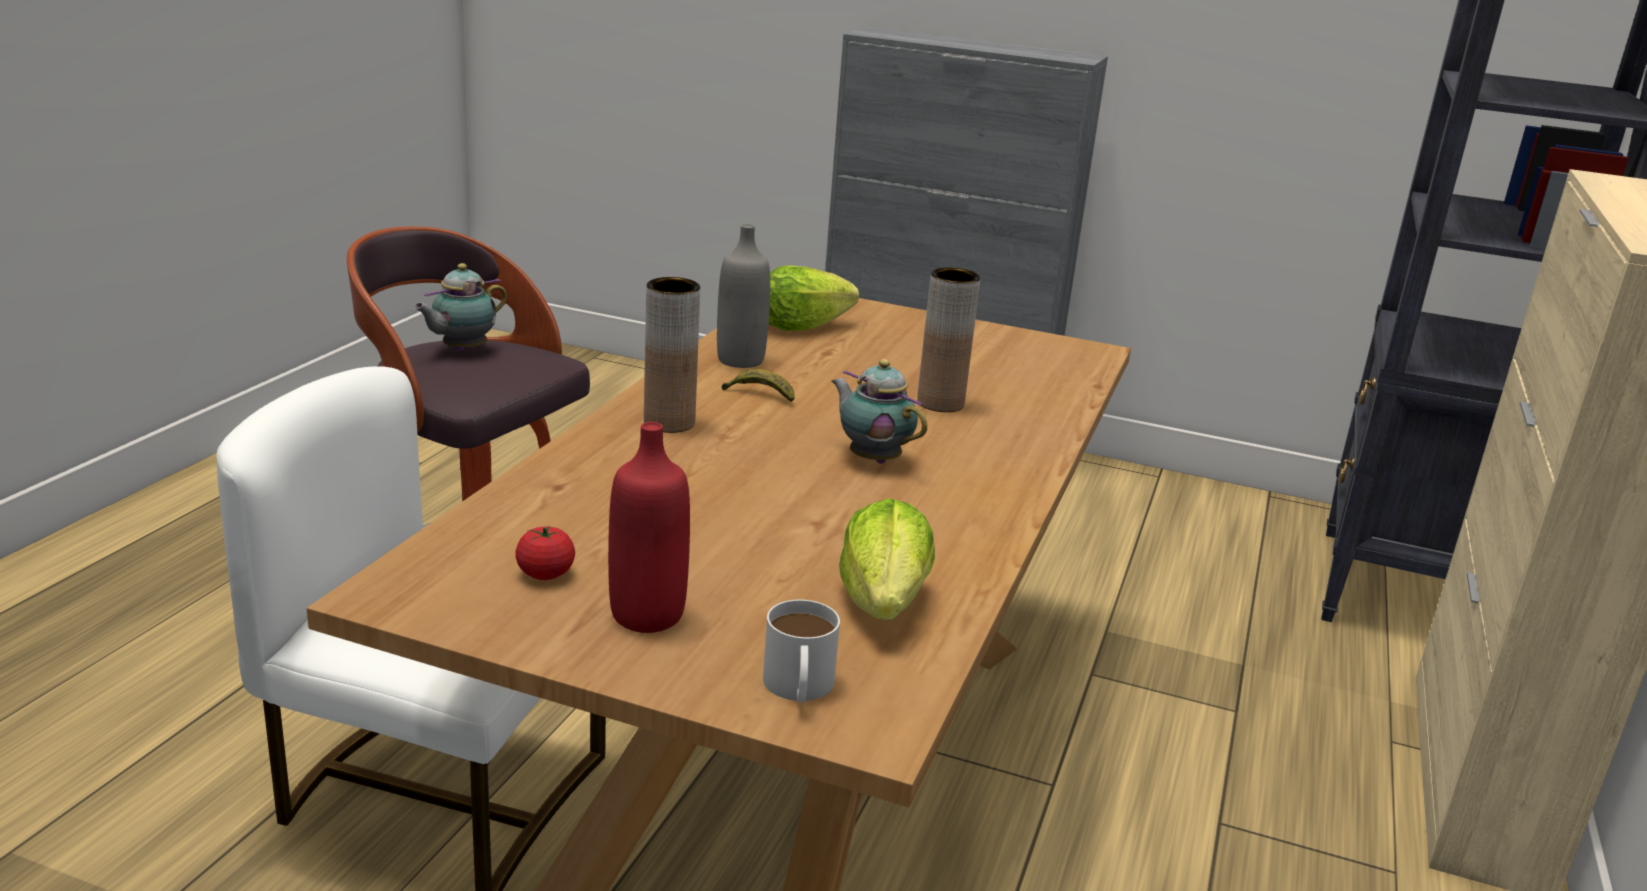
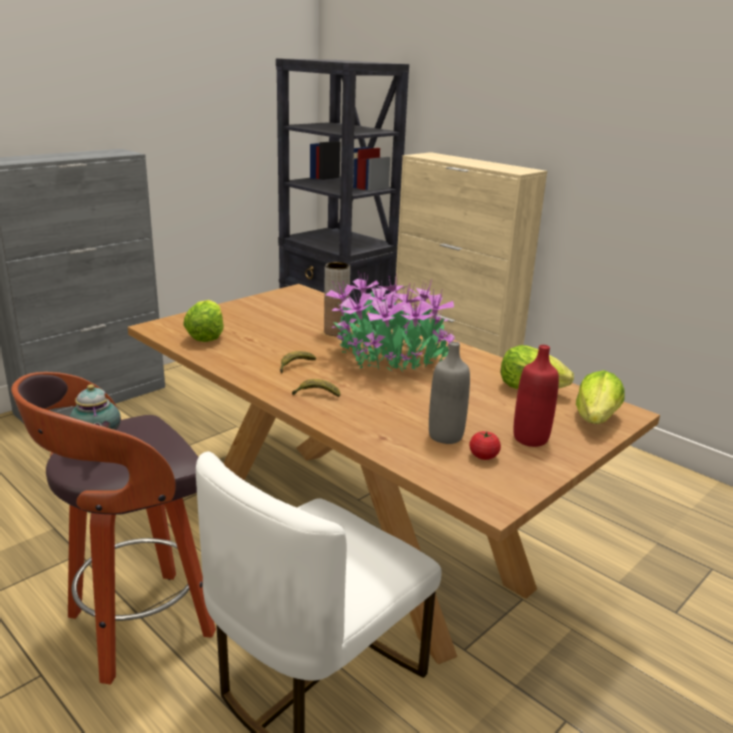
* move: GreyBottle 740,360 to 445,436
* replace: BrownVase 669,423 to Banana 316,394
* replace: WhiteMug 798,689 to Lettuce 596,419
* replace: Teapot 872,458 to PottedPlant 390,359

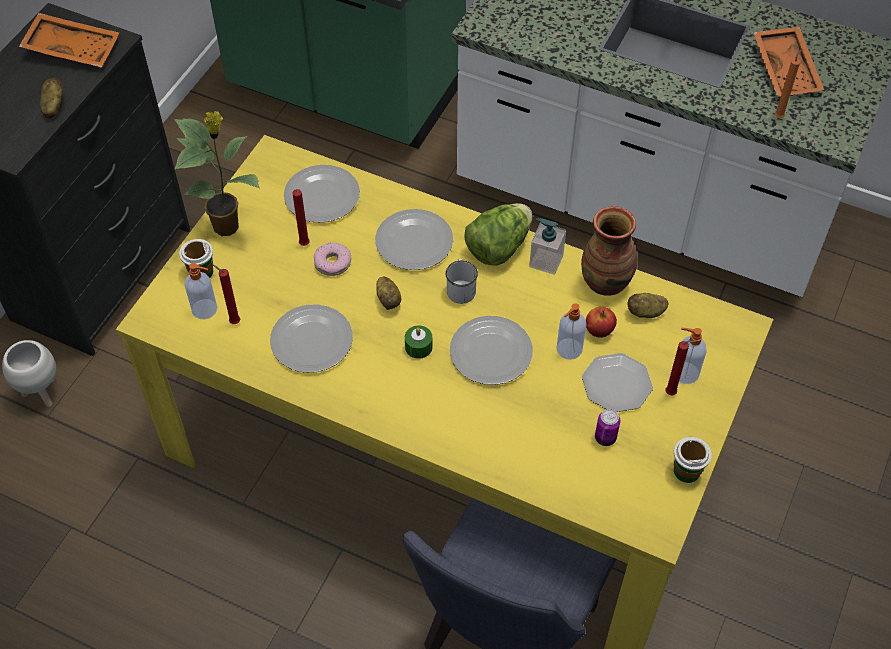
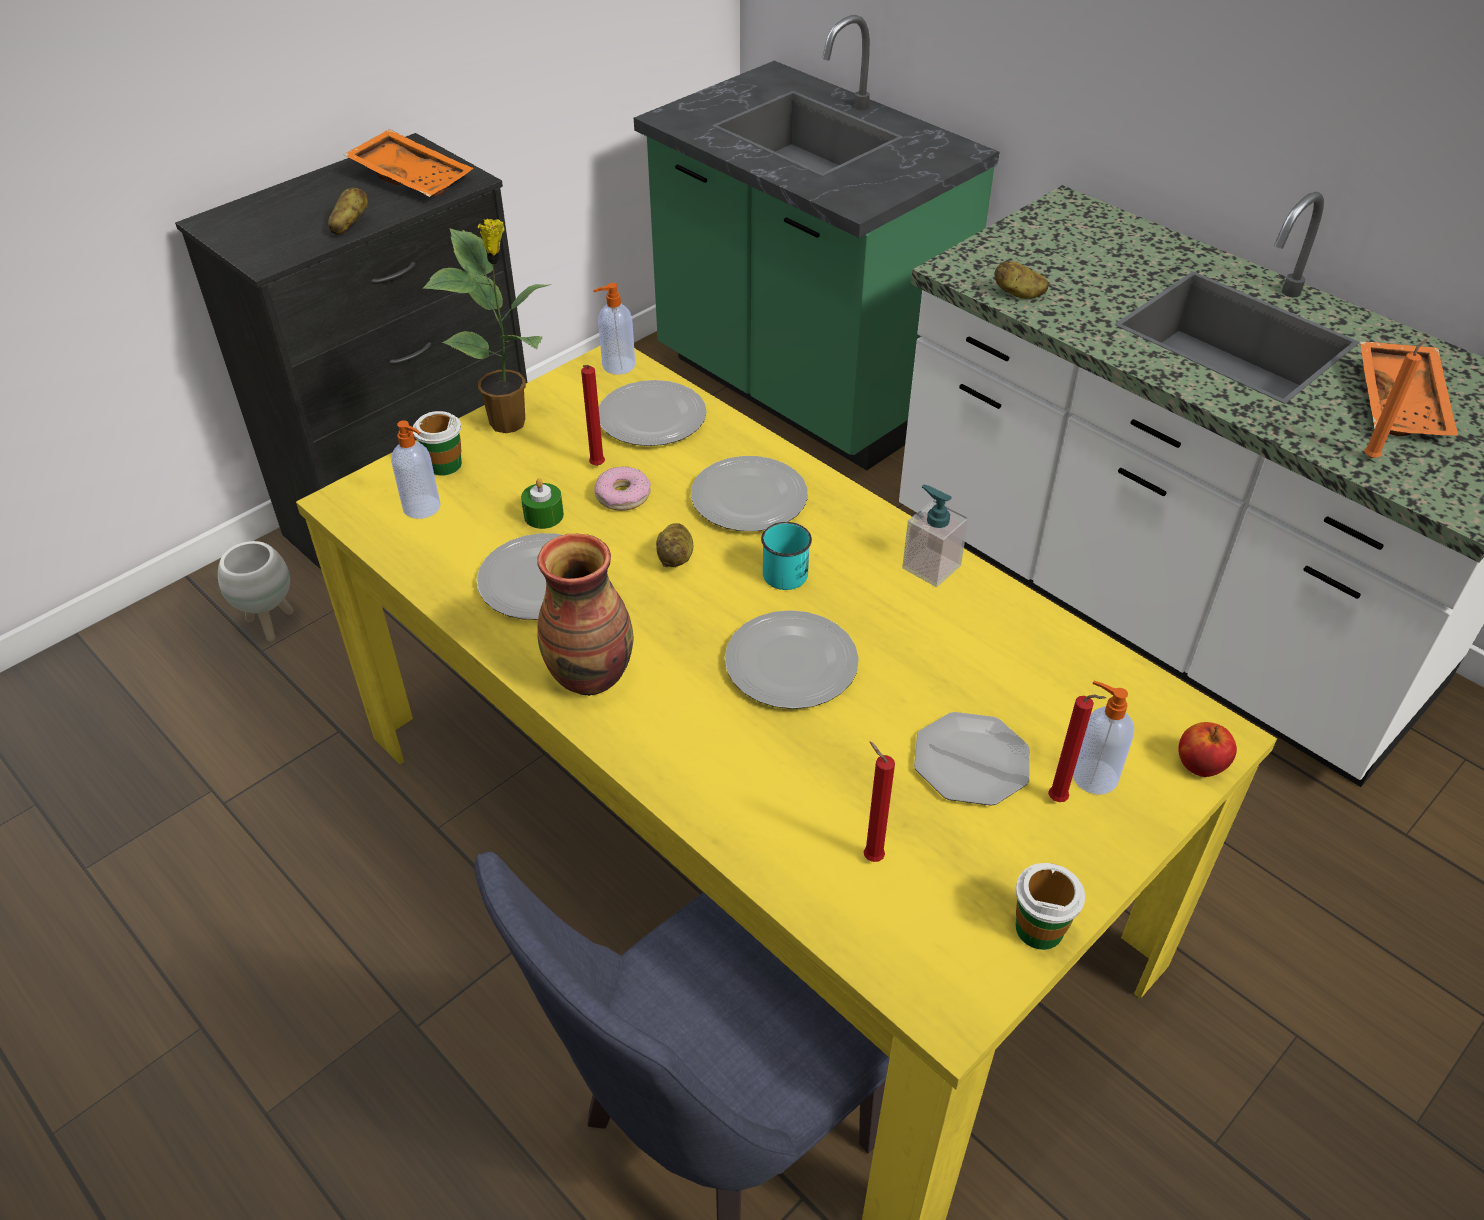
* delete: Lettuce 498,247
* delete: Can 605,438
* move: RedCandle 233,322 to 870,856
* move: GreenCandle 418,347 to 543,515
* move: SoapDispenser 568,349 to 617,366
* move: Vase 606,282 to 592,674
* move: Apple 599,330 to 1200,765
* move: Potato 646,312 to 1018,294
* recolor: WhiteMug 460,288 to TurquoiseMug 787,569

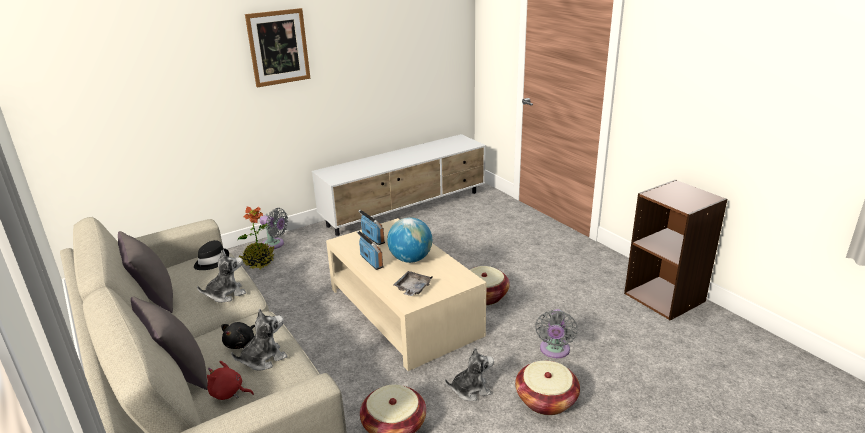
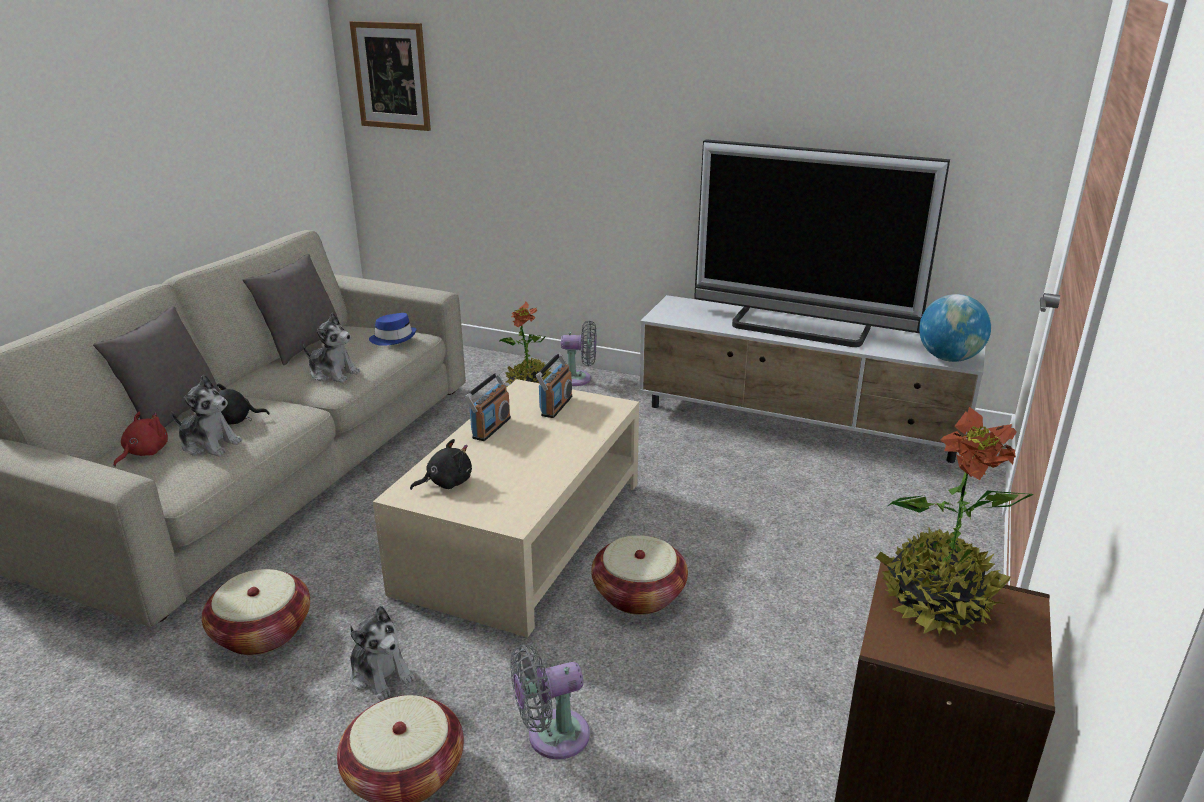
* insert: Television 800,327
* insert: PottedPlant 936,601
* move: Picture 278,47 to 391,76
* move: Globe 410,259 to 948,358
* replace: GreyTray 412,288 to BlackPlushToy 446,483
* recolor: BlackHat 211,261 to BlueHat 393,338
* rotate: RedPlushToy 228,393 = 144,453 45 degrees clockwise
* rotate: GreyFan 275,244 = 578,379 75 degrees counterclockwise

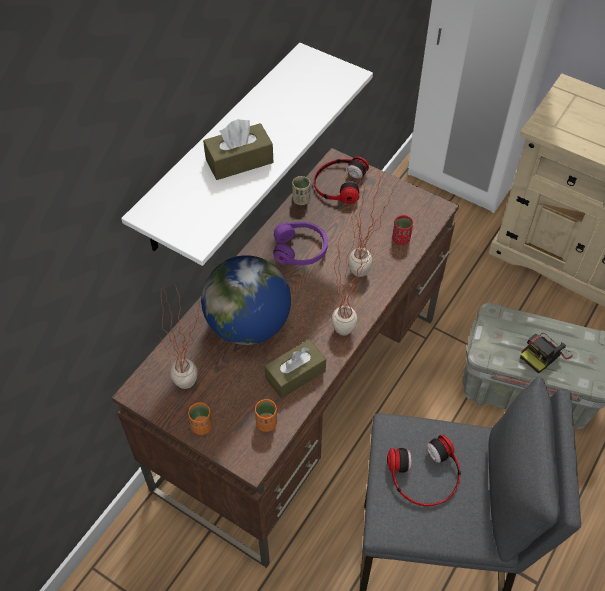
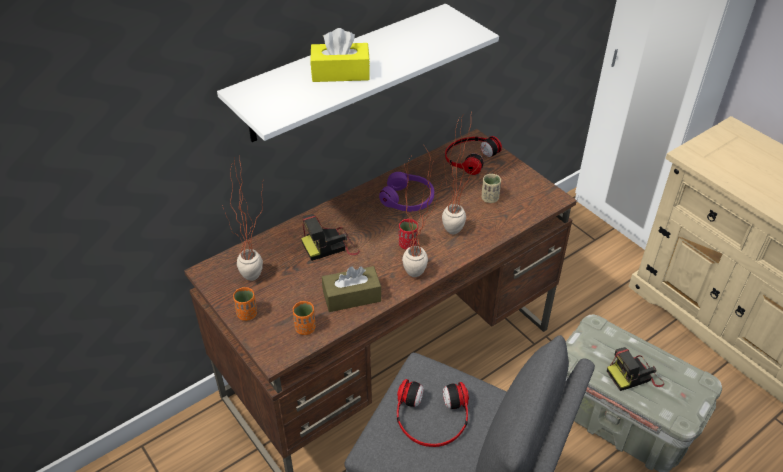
* move: BeigeCup 301,200 to 489,198
* move: RedCup 401,239 to 408,244
* replace: Globe 248,324 to PhotoCamera 330,246
* recolor: BrownTissueBox 239,161 to YellowTissueBox 340,73

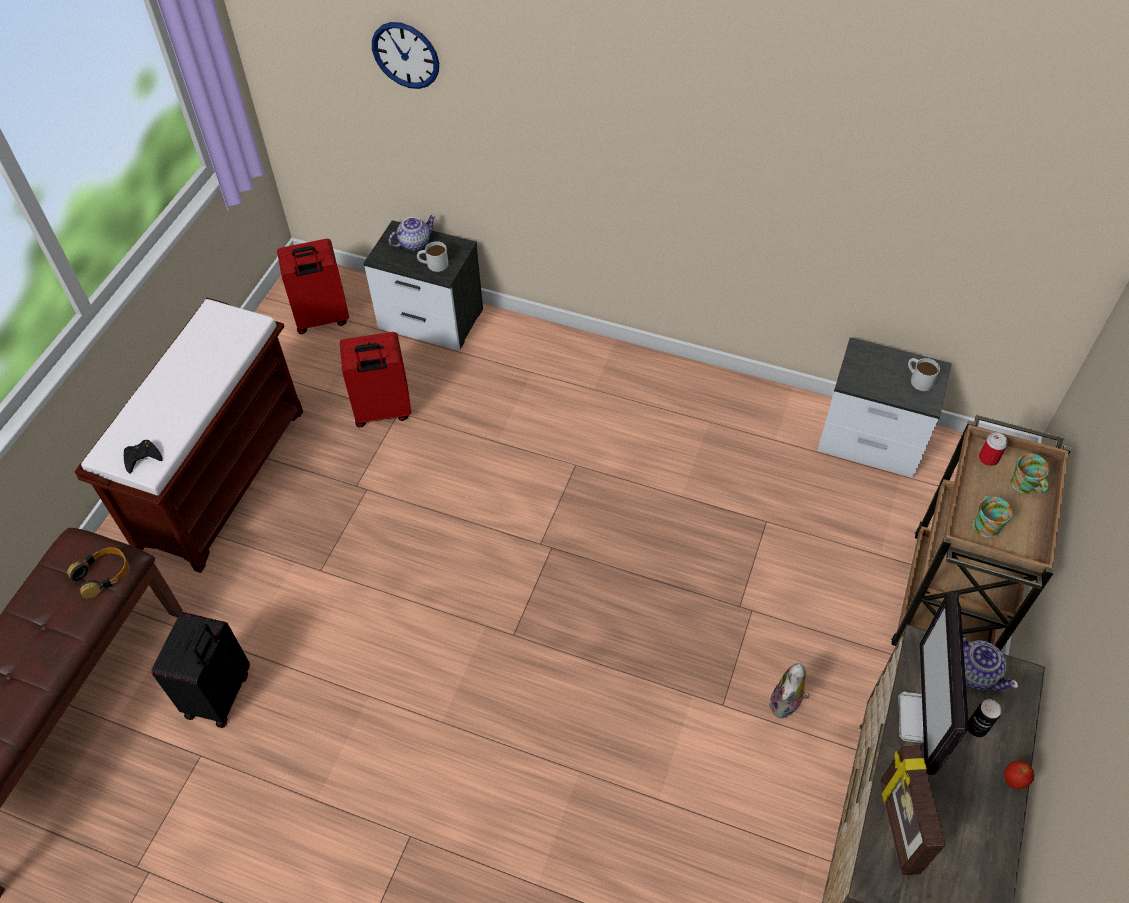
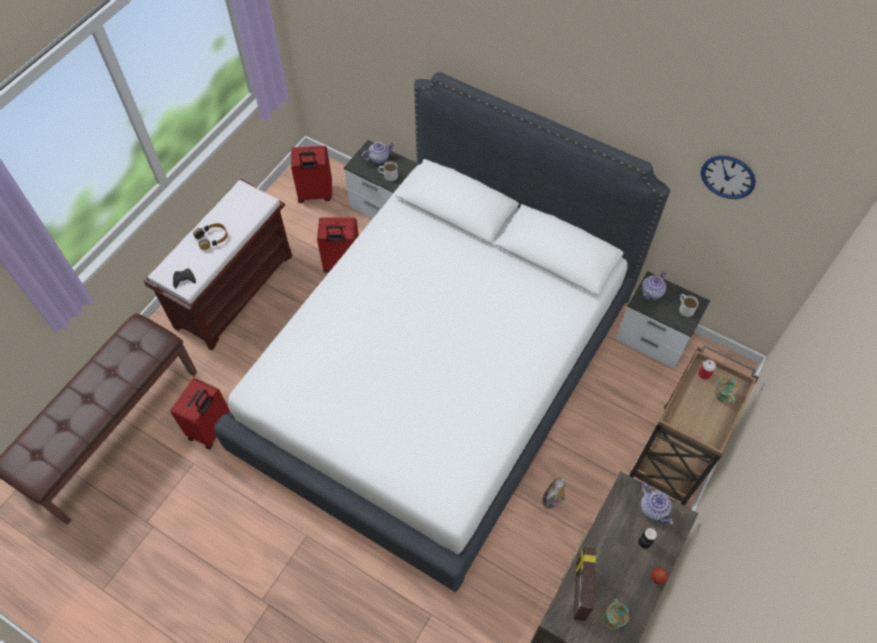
* delete: Monitor 925,721
* insert: WhiteBed 439,377
* insert: Teapot 652,292
* move: Headphones 103,574 to 212,238
* move: WallClock 406,55 to 728,177
* move: Mug 985,523 to 613,616
* recolor: BlackSuitcase 220,695 to RedSuitcase 211,429

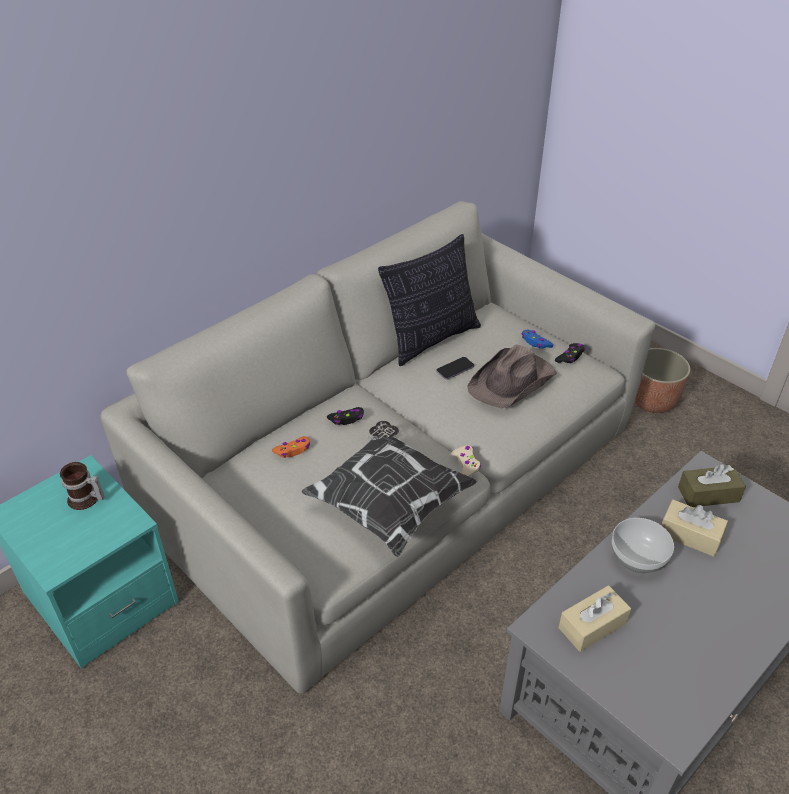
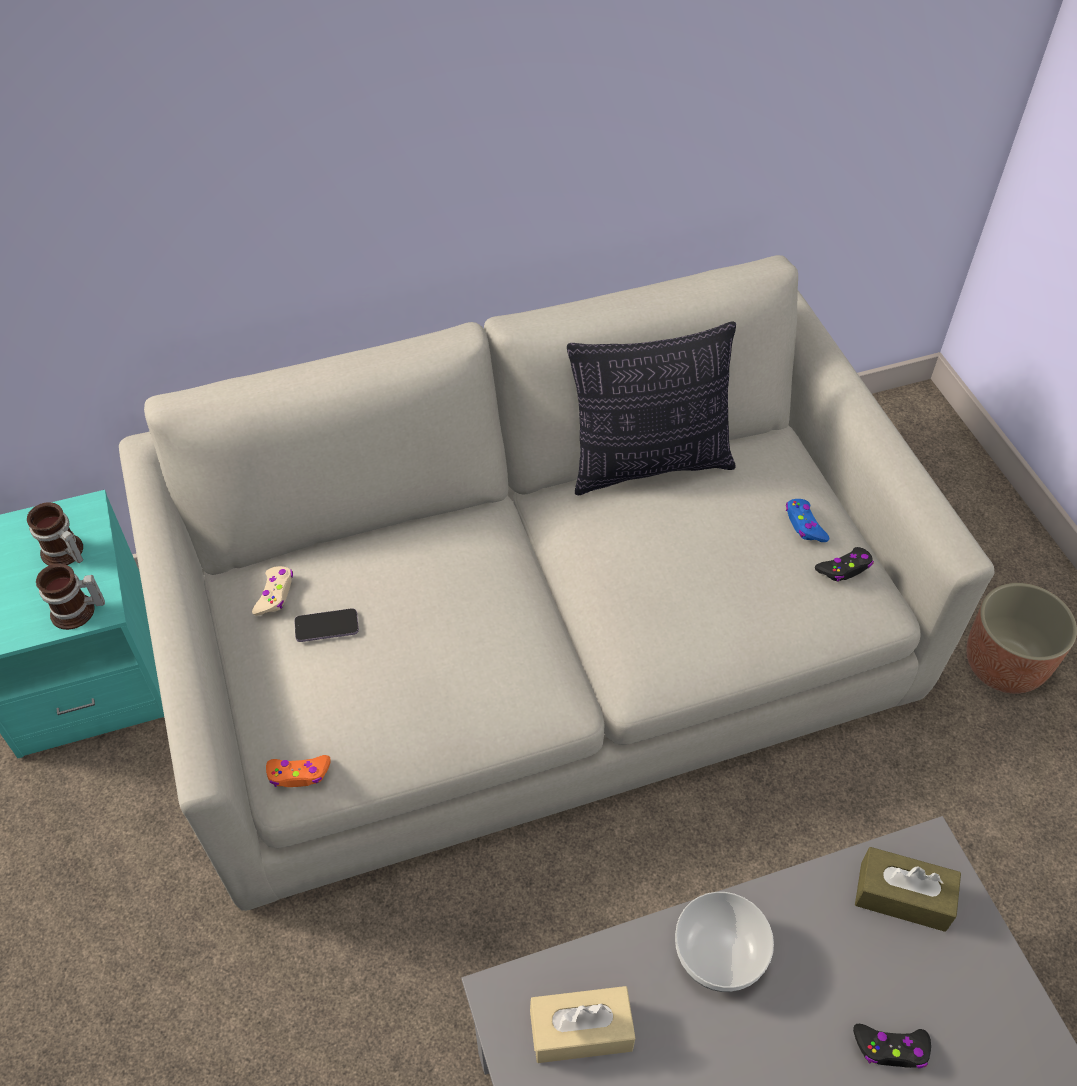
* delete: Pillow 389,503
* delete: BrownHat 513,382
* delete: BeigeTissueBox 690,535
* insert: Mug 77,613
* move: OrangeGameController 293,450 to 299,774
* move: BlackGameController 347,419 to 891,1049
* move: Phone 455,369 to 327,627
* move: BeigeGameController 466,464 to 275,594

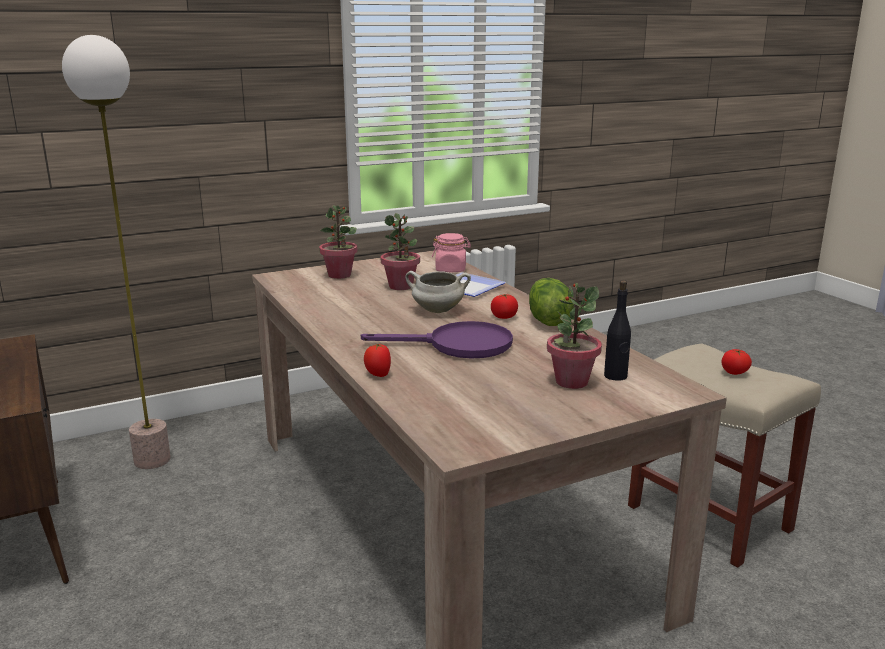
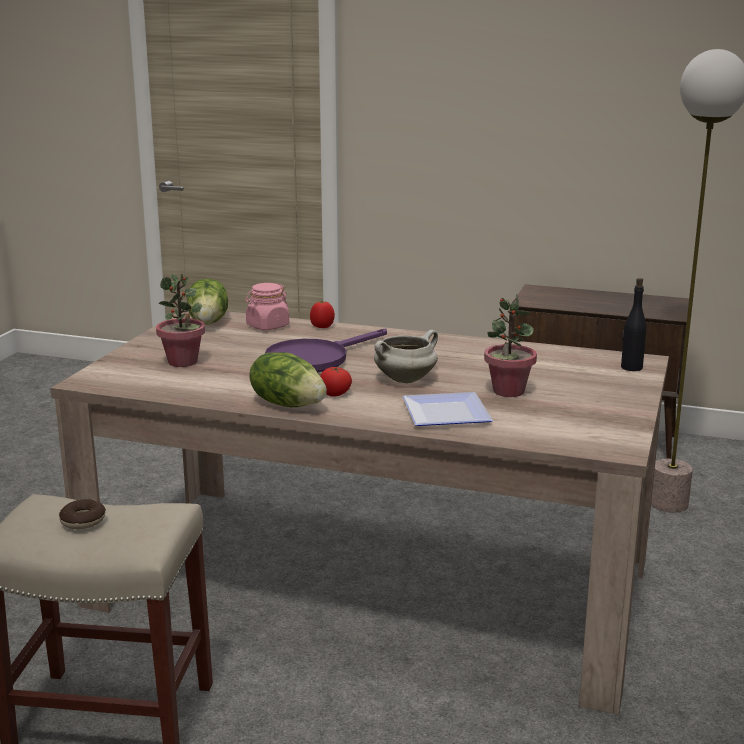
* delete: PottedPlant 340,275
* insert: Lettuce 209,322
* move: PinkJar 451,269 to 267,326
* move: BlackBottle 615,376 to 631,367
* replace: Tomato 734,372 to Donut 83,521

